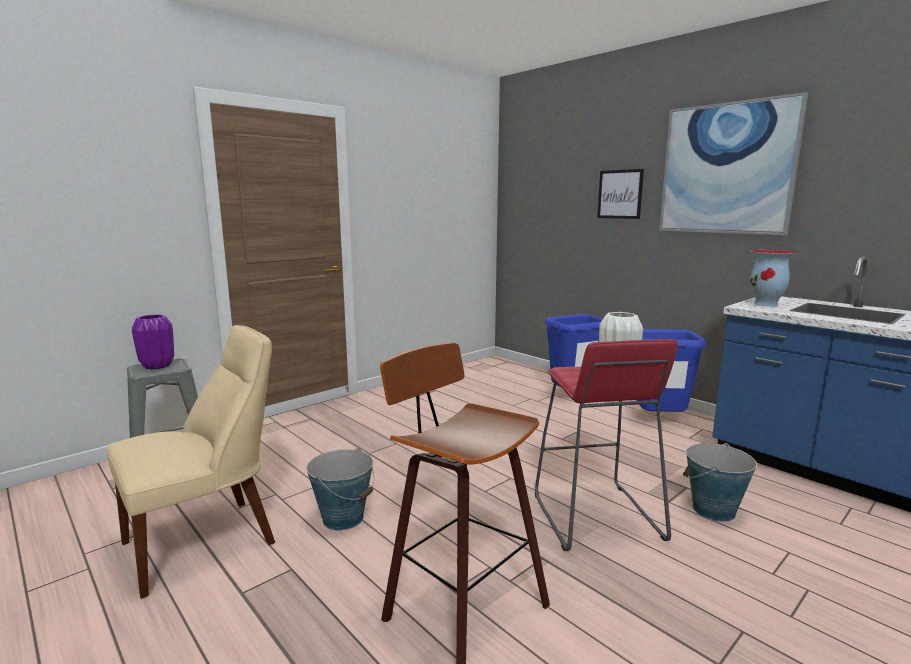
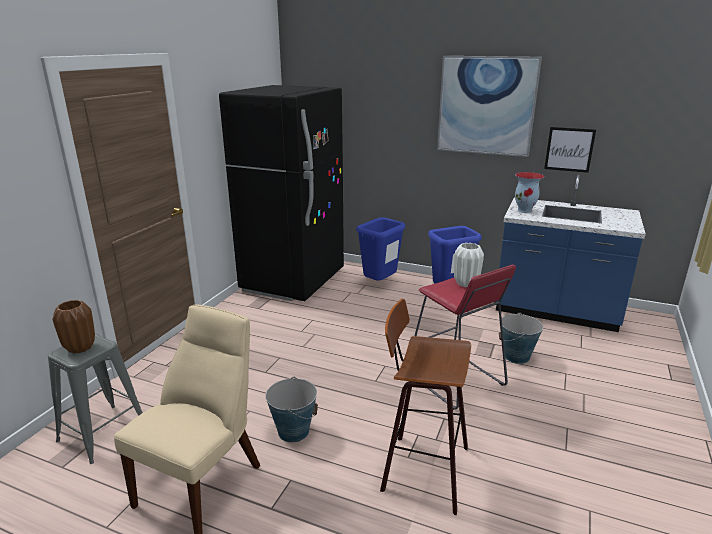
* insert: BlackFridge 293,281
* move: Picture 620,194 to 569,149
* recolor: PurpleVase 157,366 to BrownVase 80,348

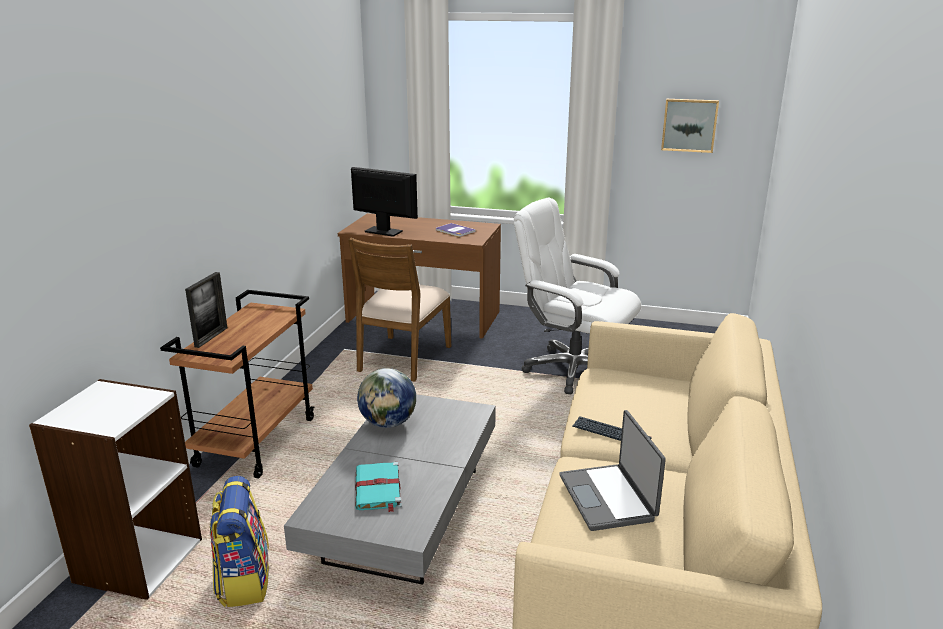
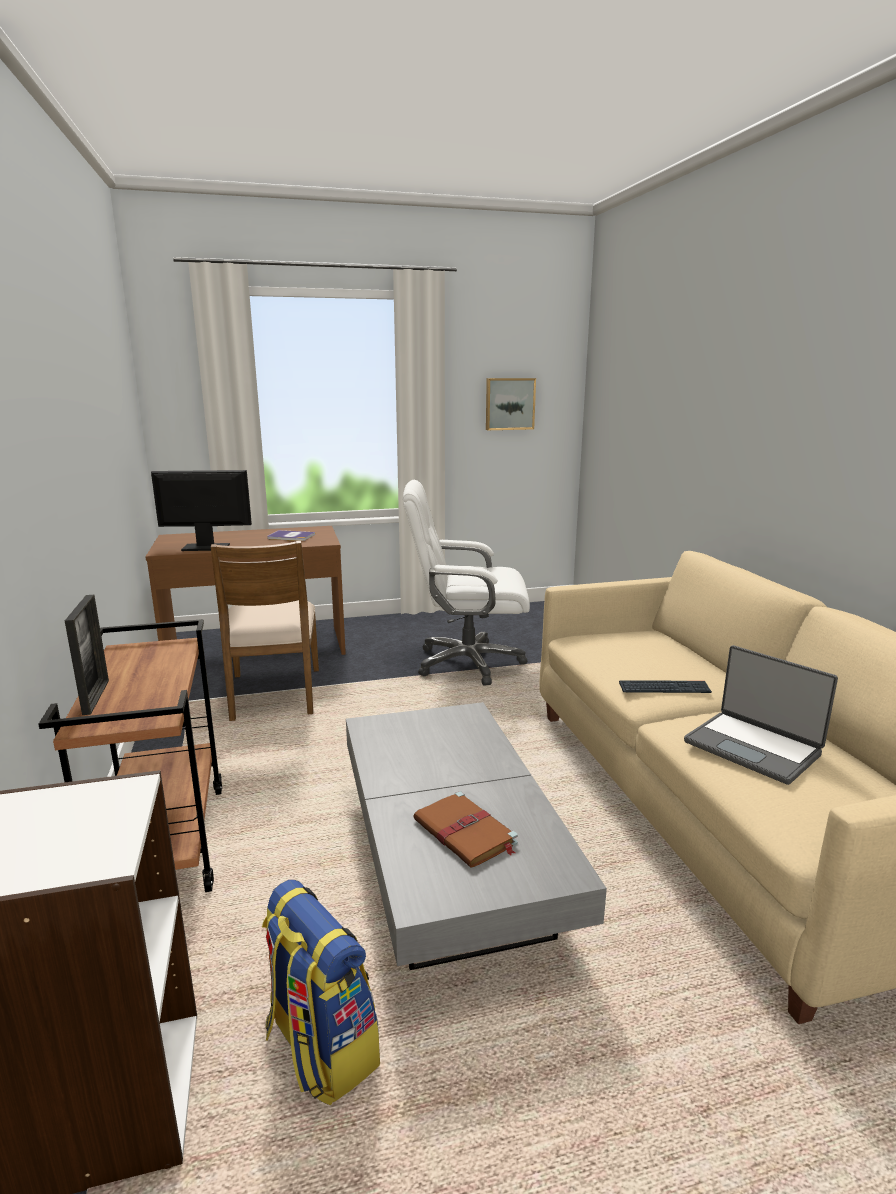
* delete: Globe 388,423
* recolor: TurquoiseBook 378,489 to BrownBook 466,833

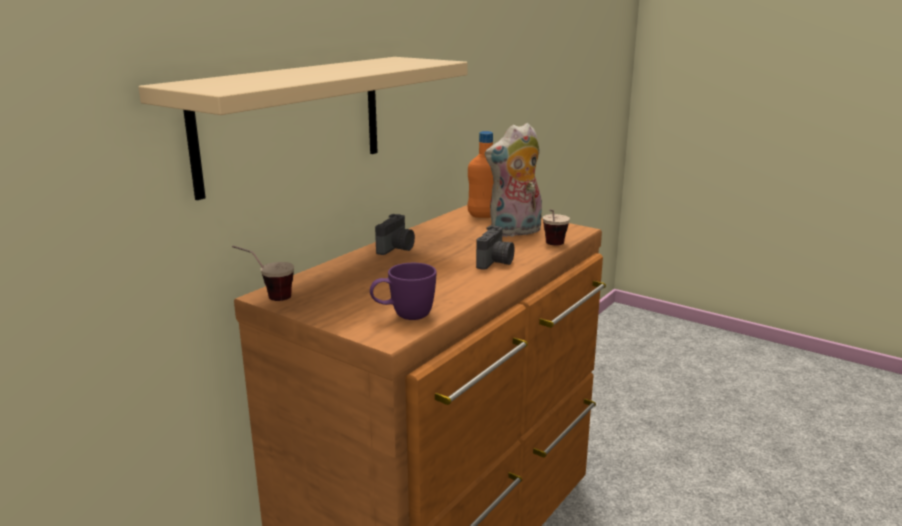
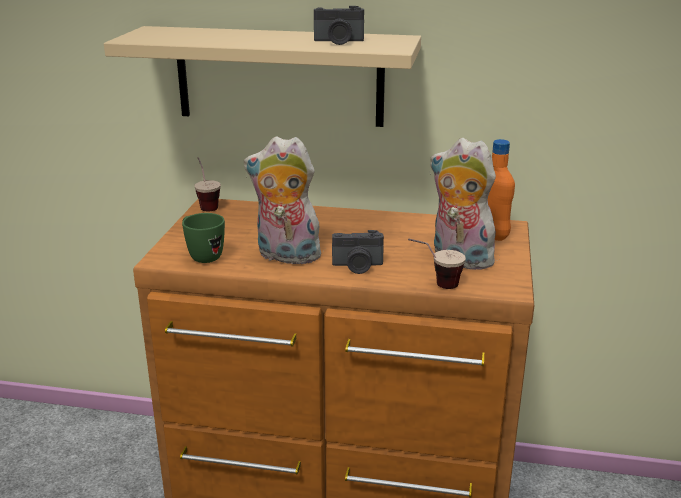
* insert: PlushToy 285,256
* move: PhotoCamera 397,248 to 338,42
* recolor: PurpleMug 404,316 to GreenMug 202,256

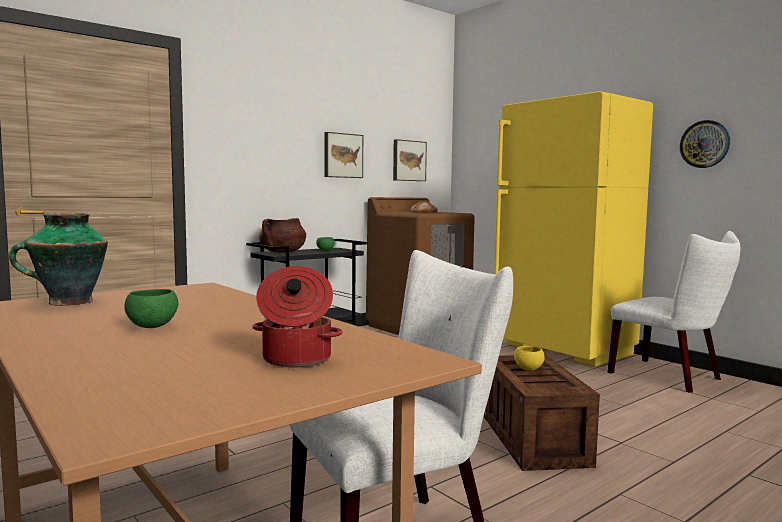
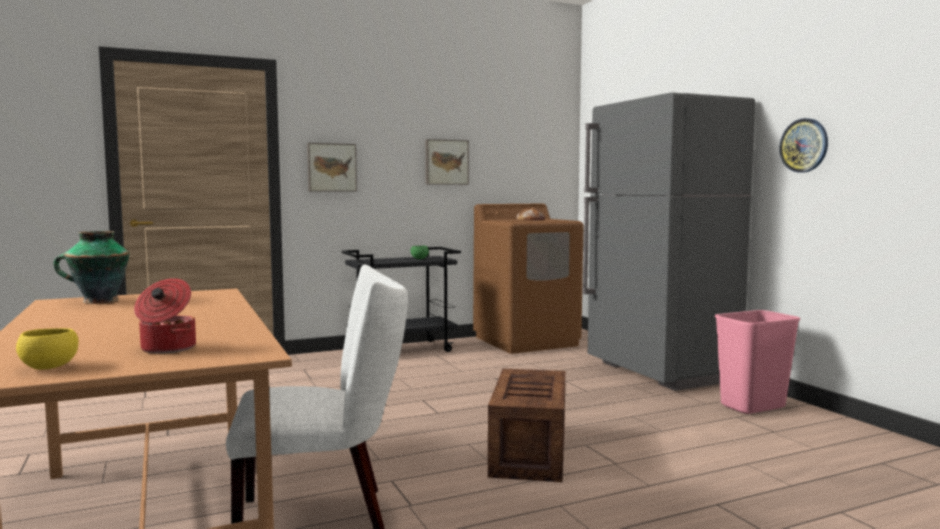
* delete: GreenBowl 152,326
* delete: BrownCookingPot 282,252
* move: Picture 408,161 to 331,167
* move: YellowBowl 528,369 to 49,367
* replace: WhiteChair 671,377 to PinkTrashCan 753,407
* recolor: YellowFridge 564,350 to GreyFridge 660,373

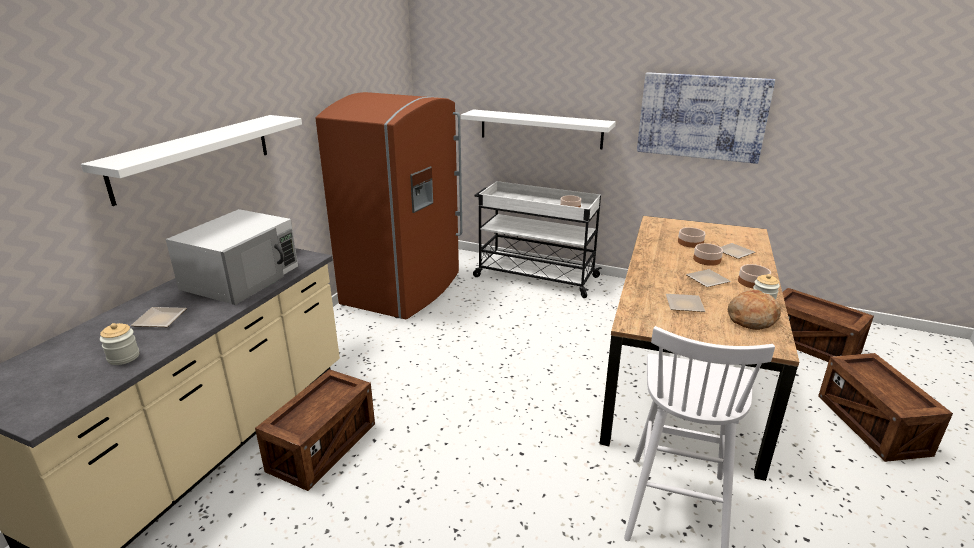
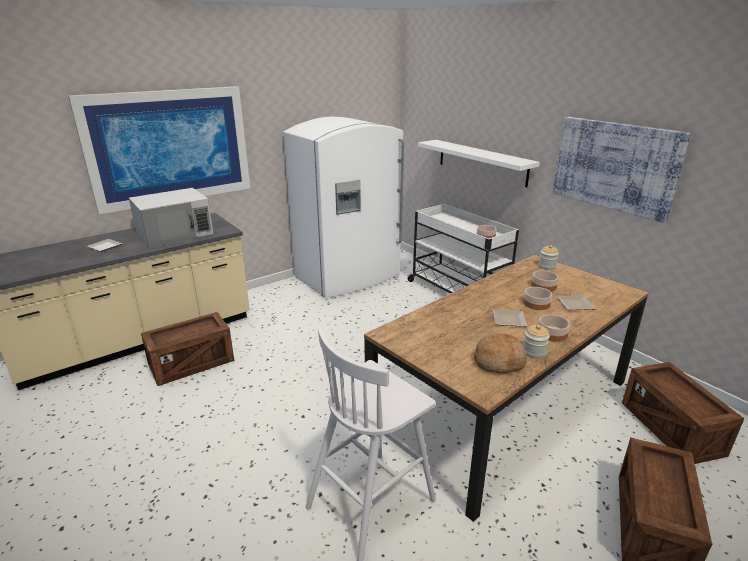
* delete: Plate 685,305
* move: Jar 123,357 to 547,266
* replace: WhiteShelf 194,156 to Picture 169,147
* recolor: BrownFridge 404,289 to WhiteFridge 348,277

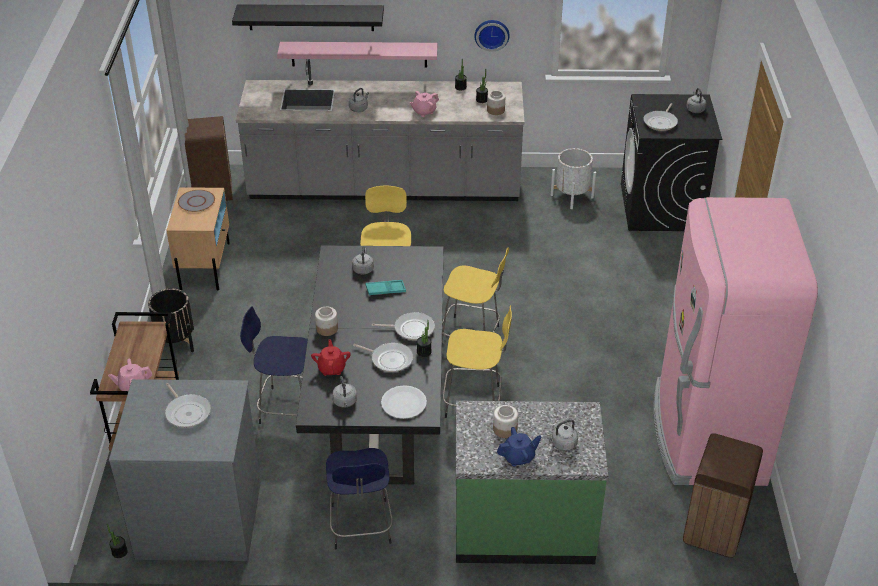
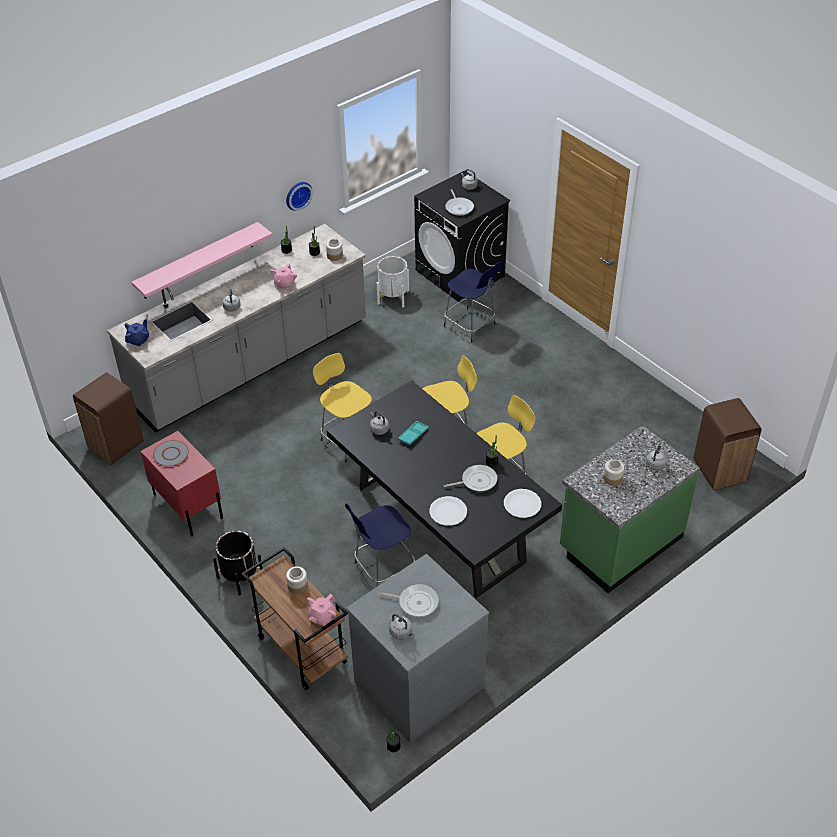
* delete: BlackShelf 311,17
* delete: FryingPan 411,329
* delete: PinkFridge 706,435
* move: Jar 326,329 to 297,586
* move: BlueStool 361,526 to 471,326
* move: GreyKettle 345,402 to 401,633
* move: BlueTeapot 518,457 to 138,340
* replace: RedTeapot 332,368 to WhitePlate 448,512
* recolor: BeigeNightstand 205,265 to RedNightstand 187,505

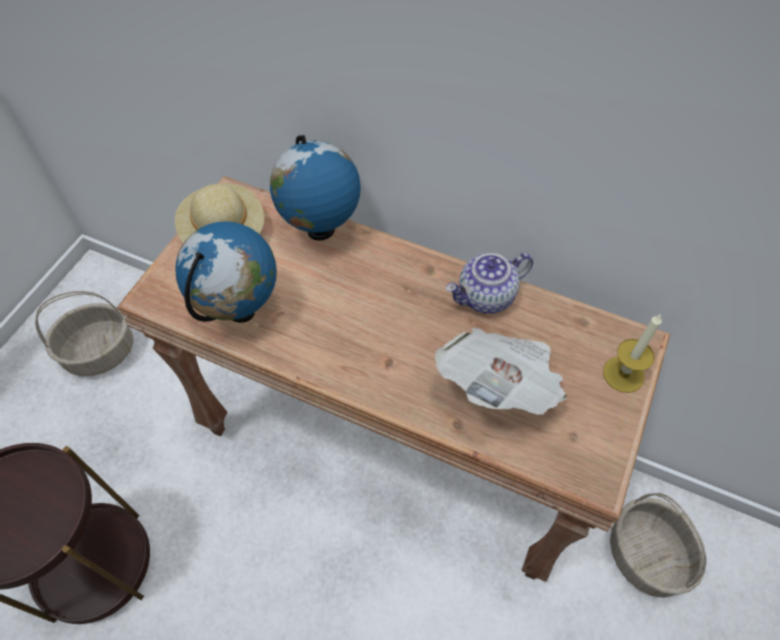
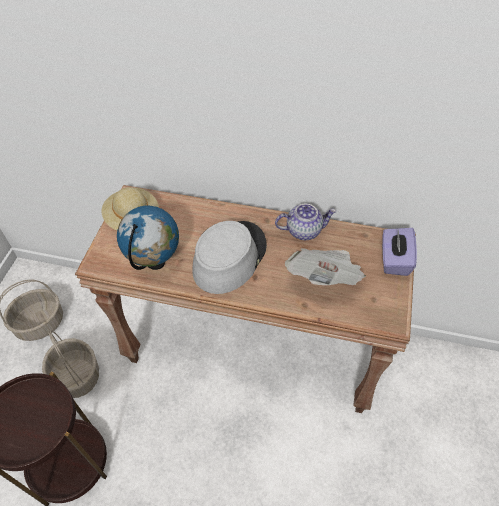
* delete: Globe 320,230
* insert: GreyHat 229,257
* move: Basket 647,556 to 77,376
* replace: Candle 623,374 to PurpleTissueBox 394,260
* rotate: Teapot 486,297 = 304,230 150 degrees counterclockwise

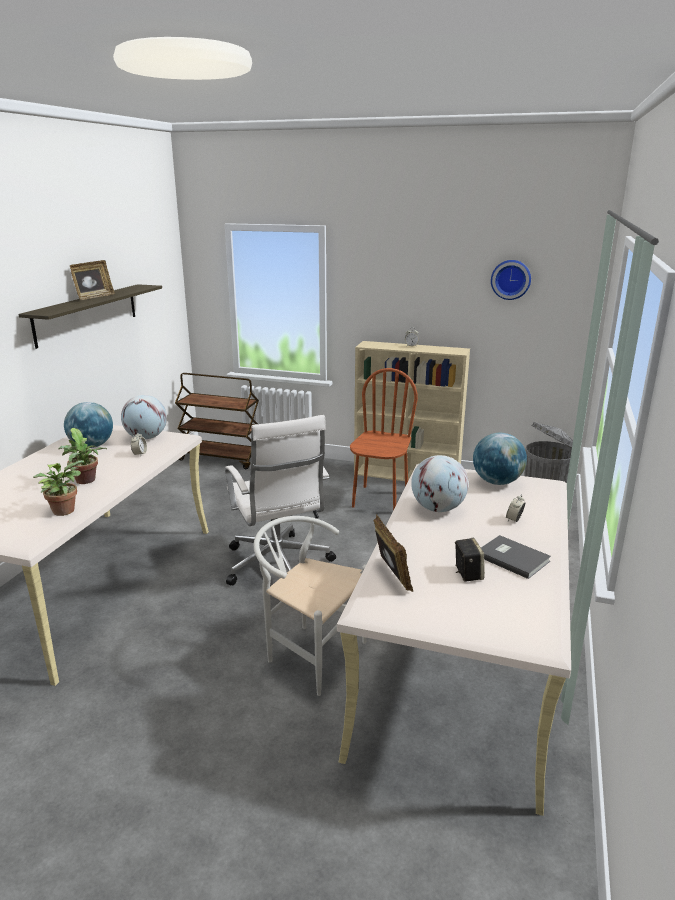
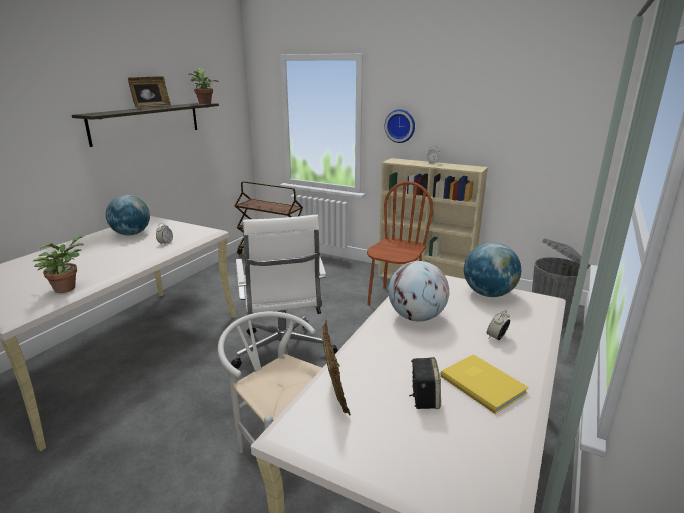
* delete: Globe 146,437
* move: PottedPlant 86,481 to 205,103
* move: WallClock 511,279 to 400,126
* recolor: GreyBook 512,557 to YellowBook 483,383

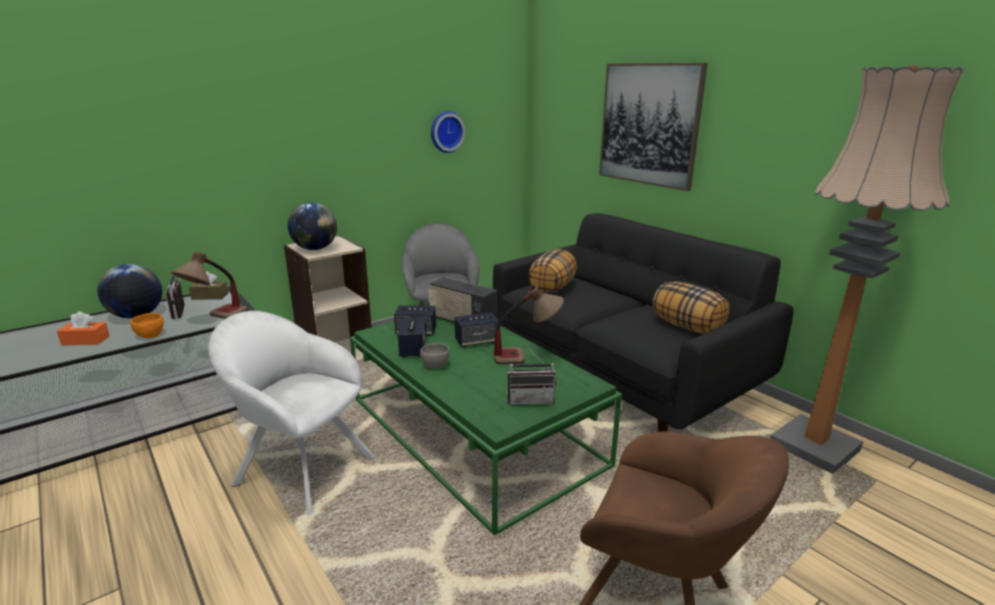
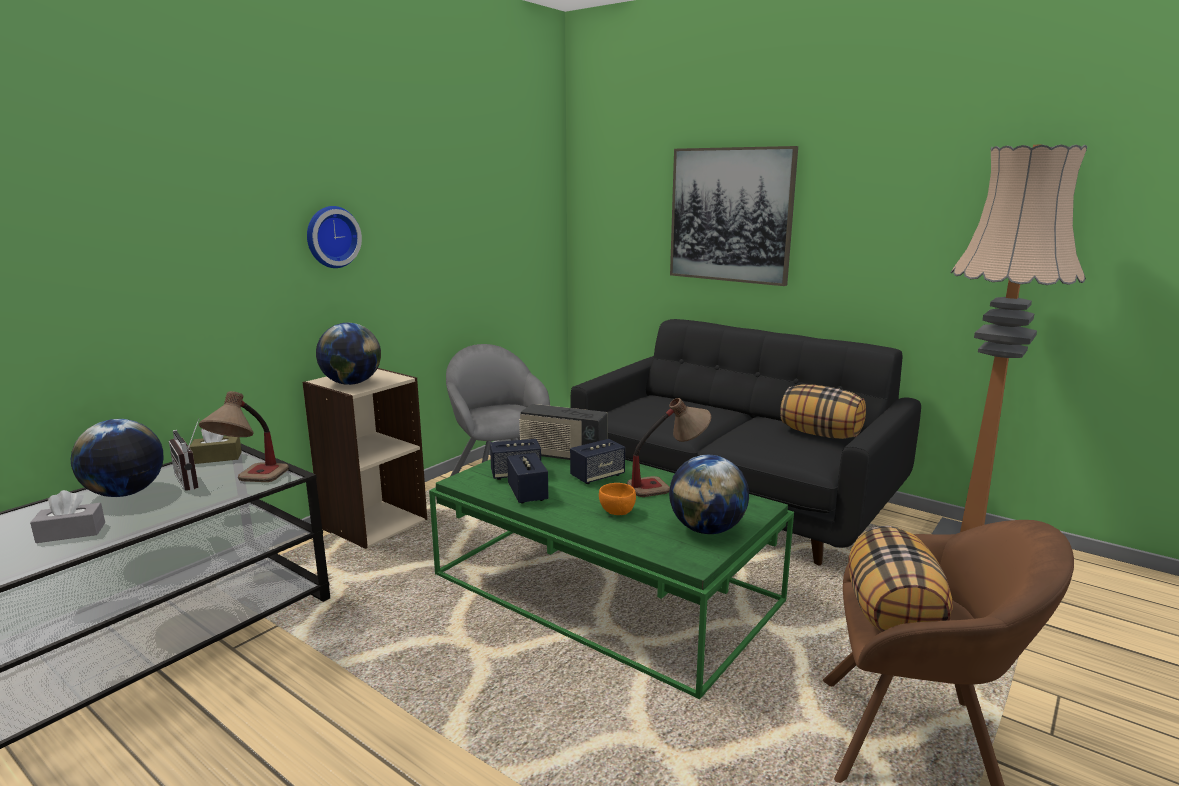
* delete: WhiteArmchair 300,468
* delete: GreyBowl 435,365
* move: OrangeBowl 149,336 to 617,512
* move: WallClock 446,132 to 331,237
* move: Pillow 552,288 to 893,617
* replace: Radio 530,399 to Globe 707,529
* recolor: OrangeTissueBox 85,340 to GreyTissueBox 71,532

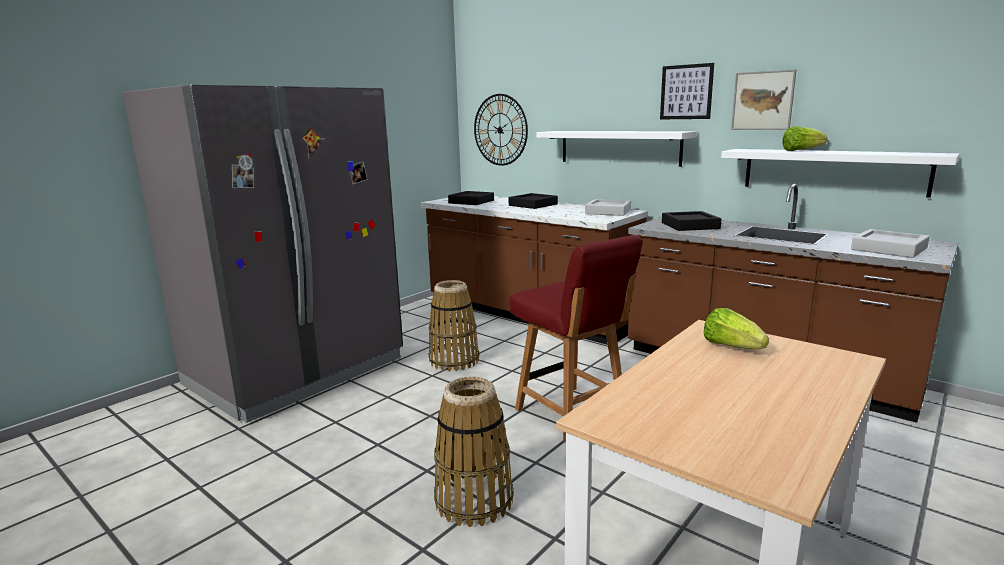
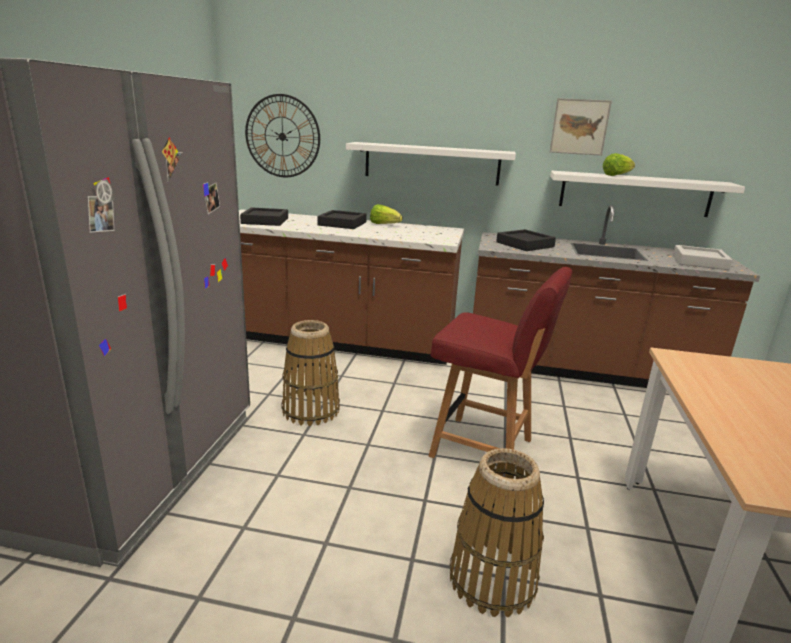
* delete: GreyTray 608,211
* delete: Picture 686,92
* move: Lettuce 731,347 to 384,224

